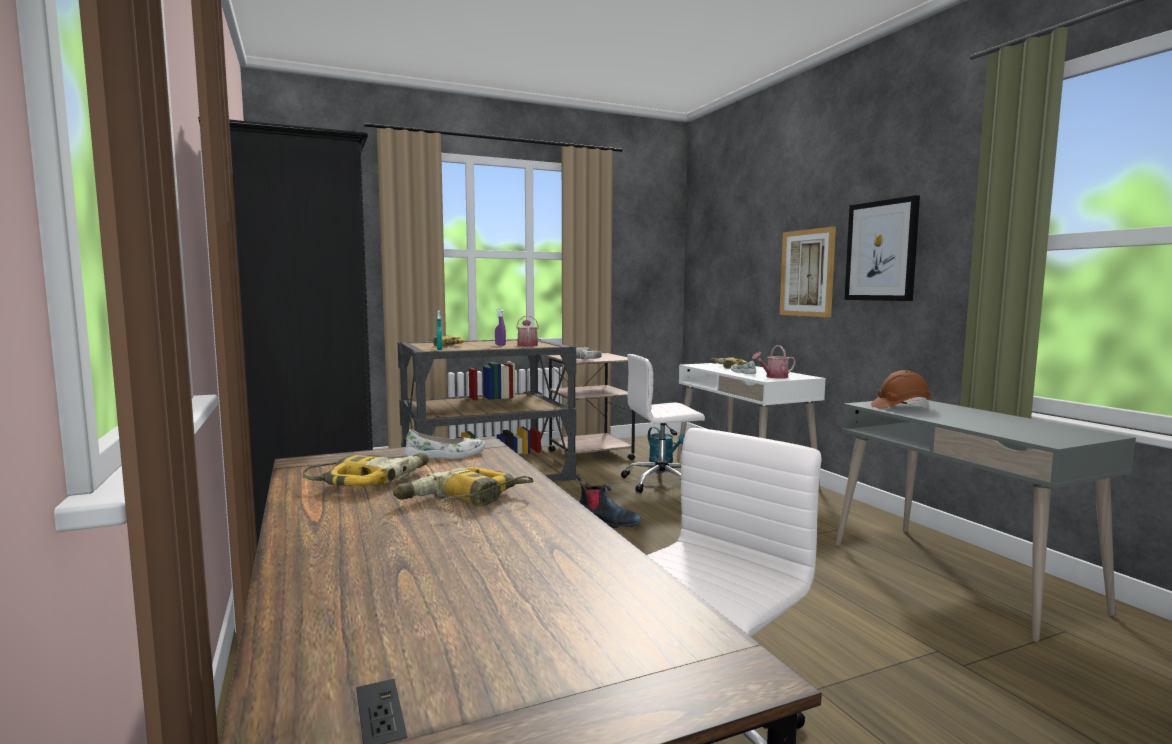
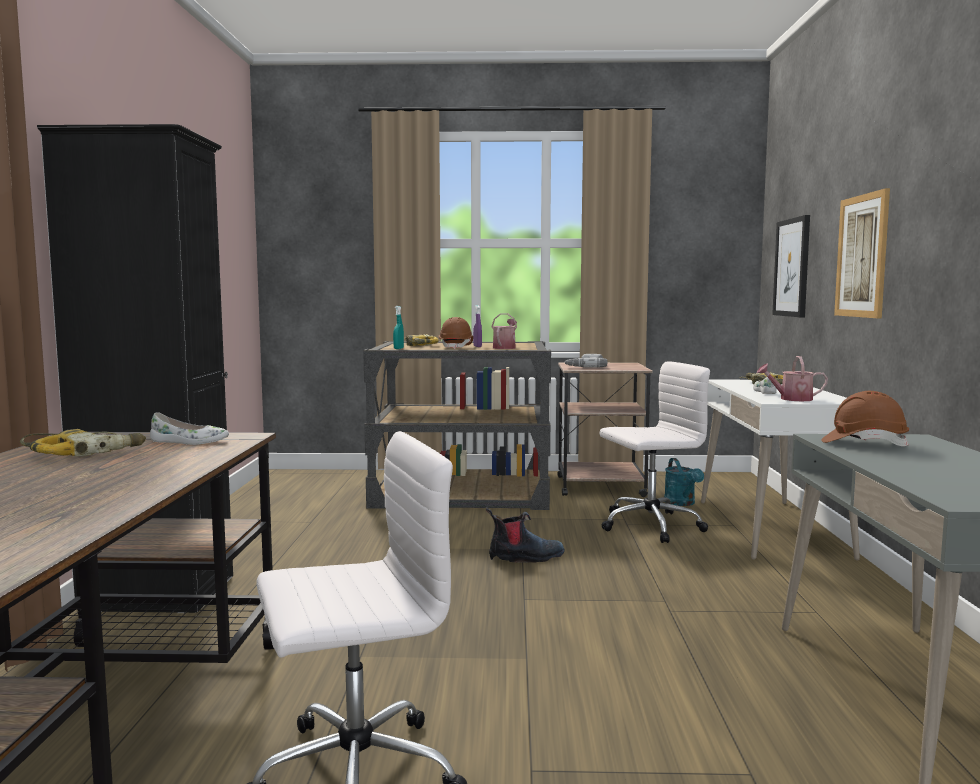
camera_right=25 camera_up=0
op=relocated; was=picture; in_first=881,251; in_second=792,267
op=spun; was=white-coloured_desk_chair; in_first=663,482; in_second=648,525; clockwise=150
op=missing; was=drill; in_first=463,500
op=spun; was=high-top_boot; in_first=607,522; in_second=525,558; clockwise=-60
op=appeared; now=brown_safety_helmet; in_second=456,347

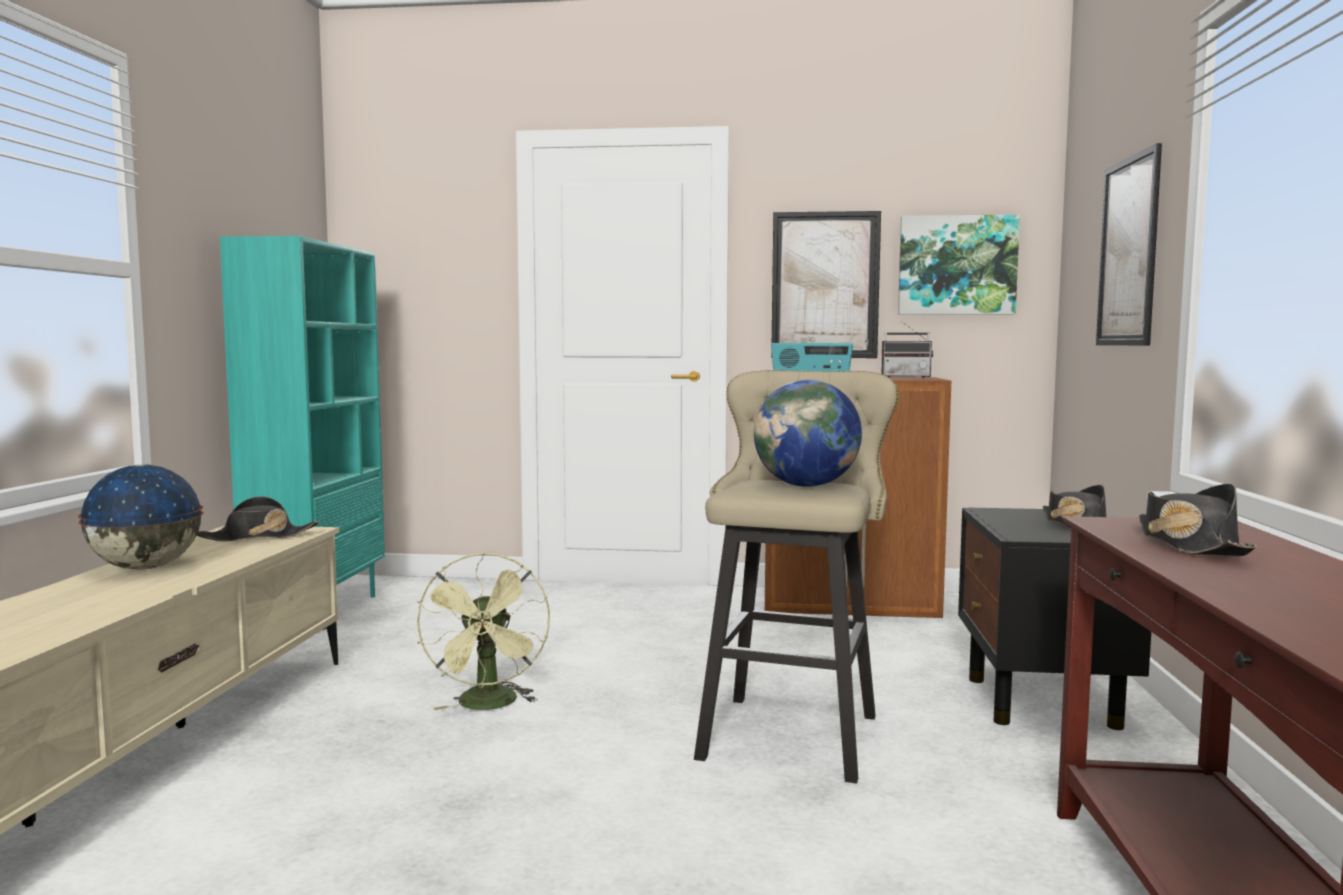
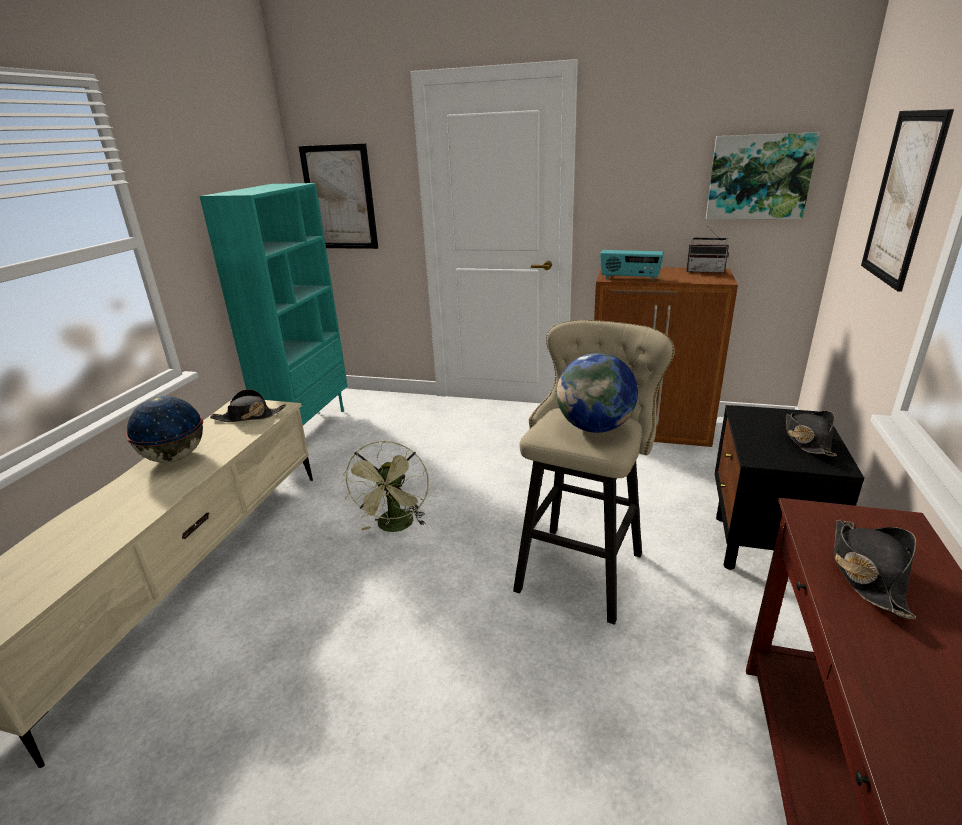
camera_right=10 camera_up=20
op=relocated; was=picture; in_first=825,285; in_second=339,198

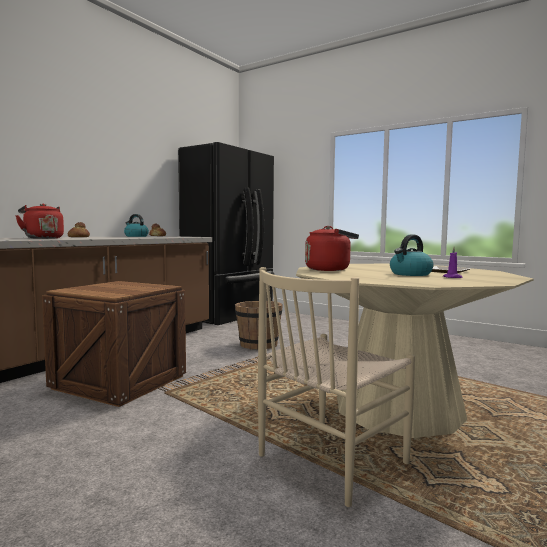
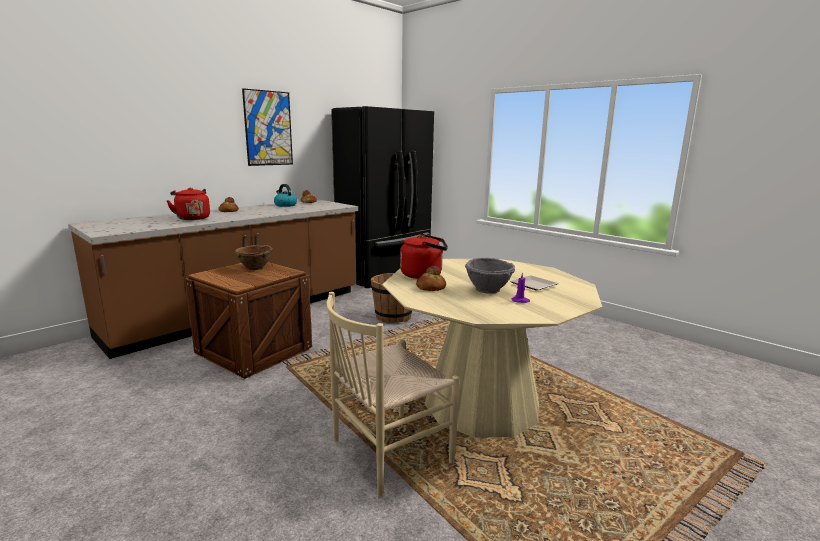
camera_right=10 camera_up=10
op=exchanged; was=tea_kettle; now=gray_bowl; in_first=410,274; in_second=488,290
op=appeared; now=picture; in_second=268,128
op=appeared; now=brown_bowl; in_second=255,268
op=appeared; now=bread; in_second=430,288

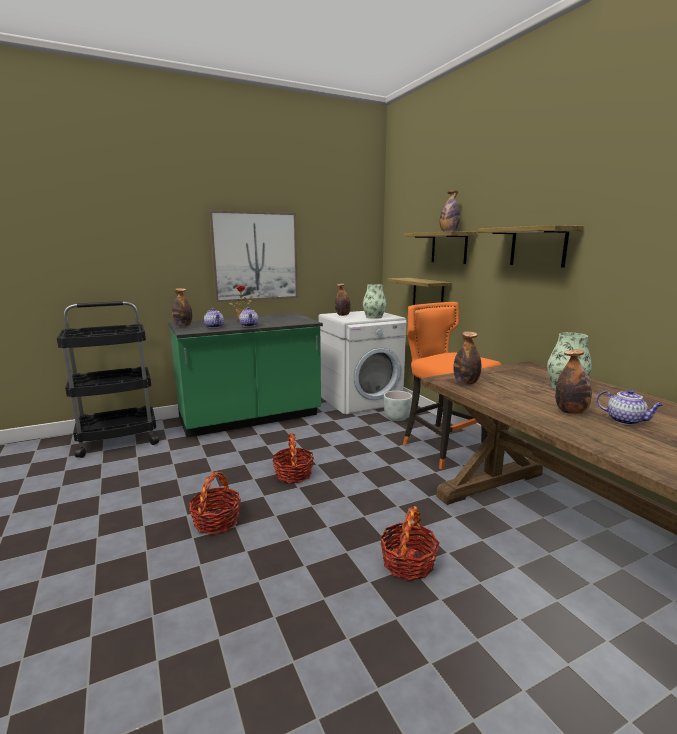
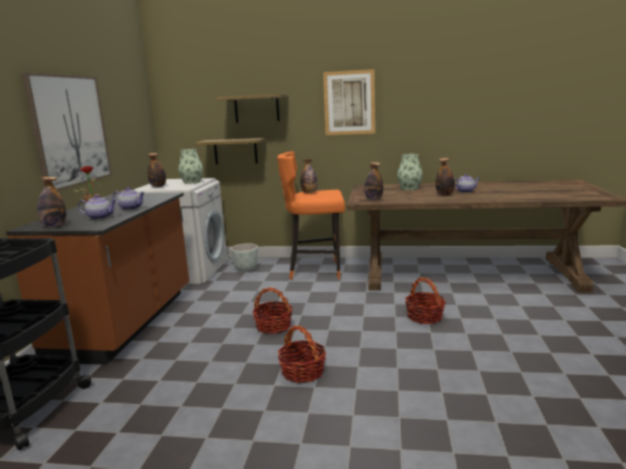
camera_right=-55 camera_up=0
op=relocated; was=drink_bottle; in_first=448,231; in_second=309,192
op=exchanged; was=shelf; now=picture; in_first=538,247; in_second=349,103
op=colour; was=green_kitchen_base_unit; now=brown_kitchen_base_unit; in_first=250,418; in_second=126,323

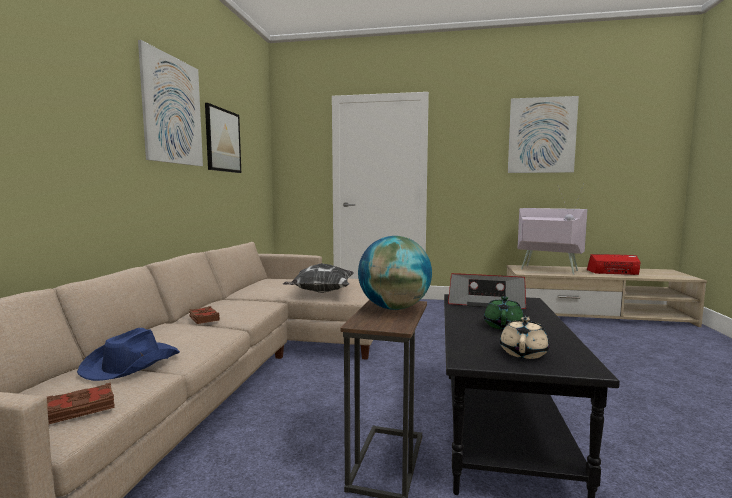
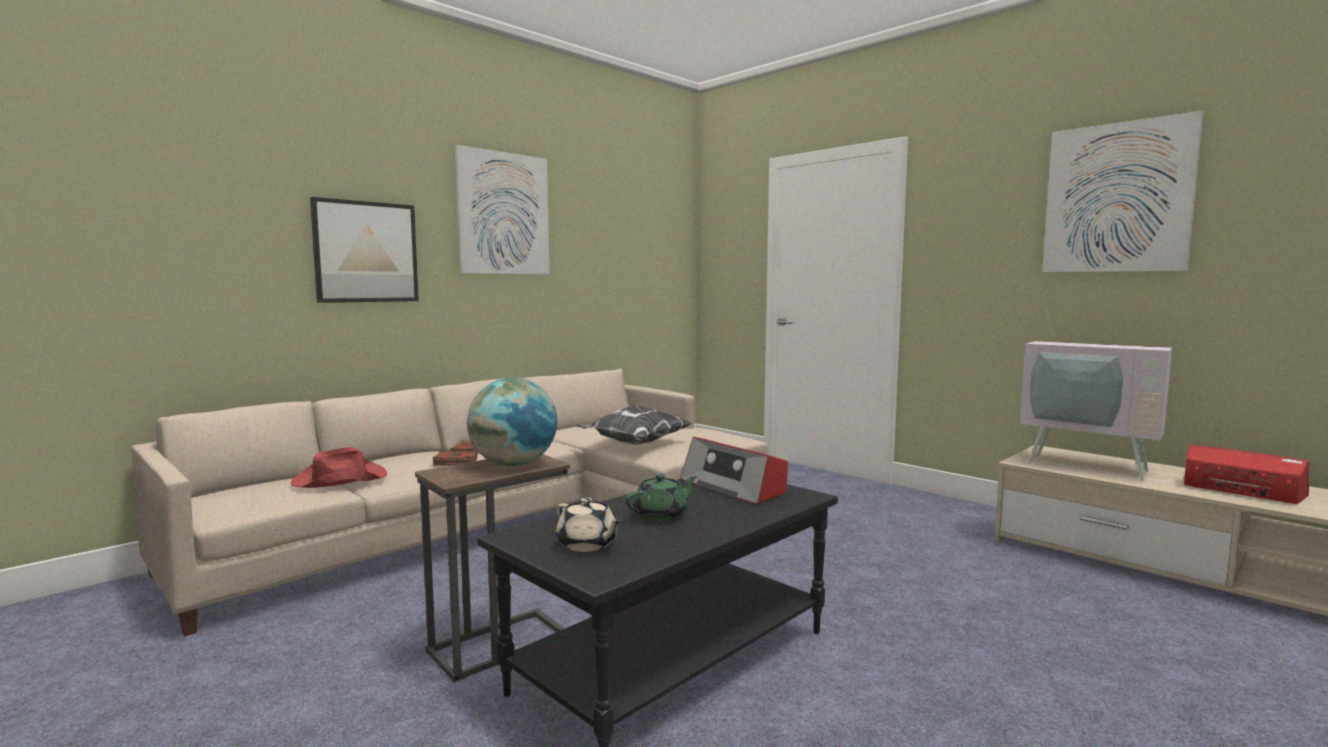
camera_right=35 camera_up=0
op=relocated; was=picture; in_first=223,140; in_second=366,252
op=spun; was=TV_set; in_first=547,270; in_second=1088,465; clockwise=150
op=spun; was=beige_teapot; in_first=524,352; in_second=587,545; clockwise=75
op=colour; was=blue-coloured_clothing_hat; now=reddish_clothing_hat; in_first=130,364; in_second=339,479
op=relocated; was=brown_bound_book; in_first=81,409; in_second=455,463

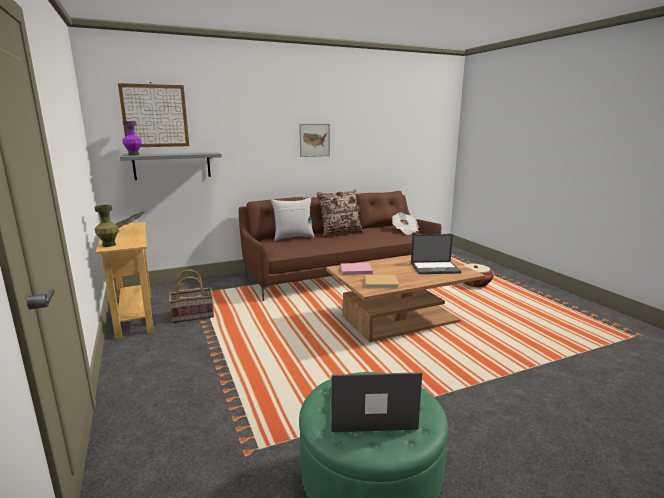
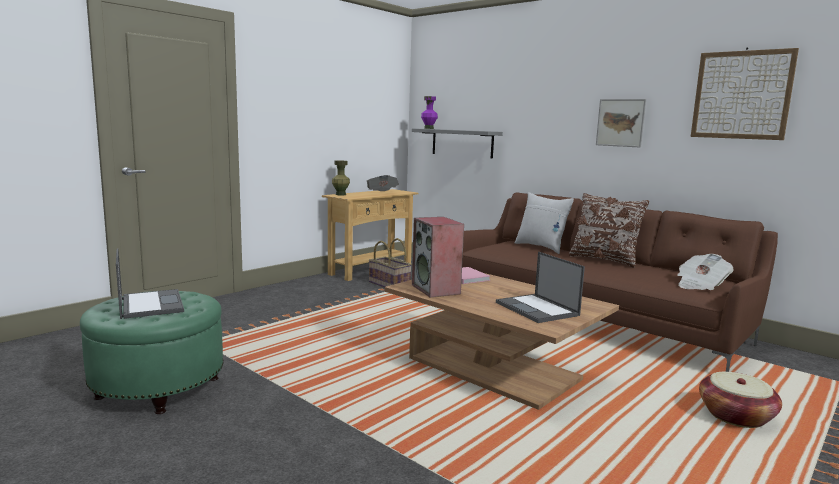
camera_right=65 camera_up=-5
op=relocated; was=picture; in_first=155,115; in_second=741,93
op=exchanged; was=beige_bound_book; now=audio_speaker; in_first=382,283; in_second=436,289

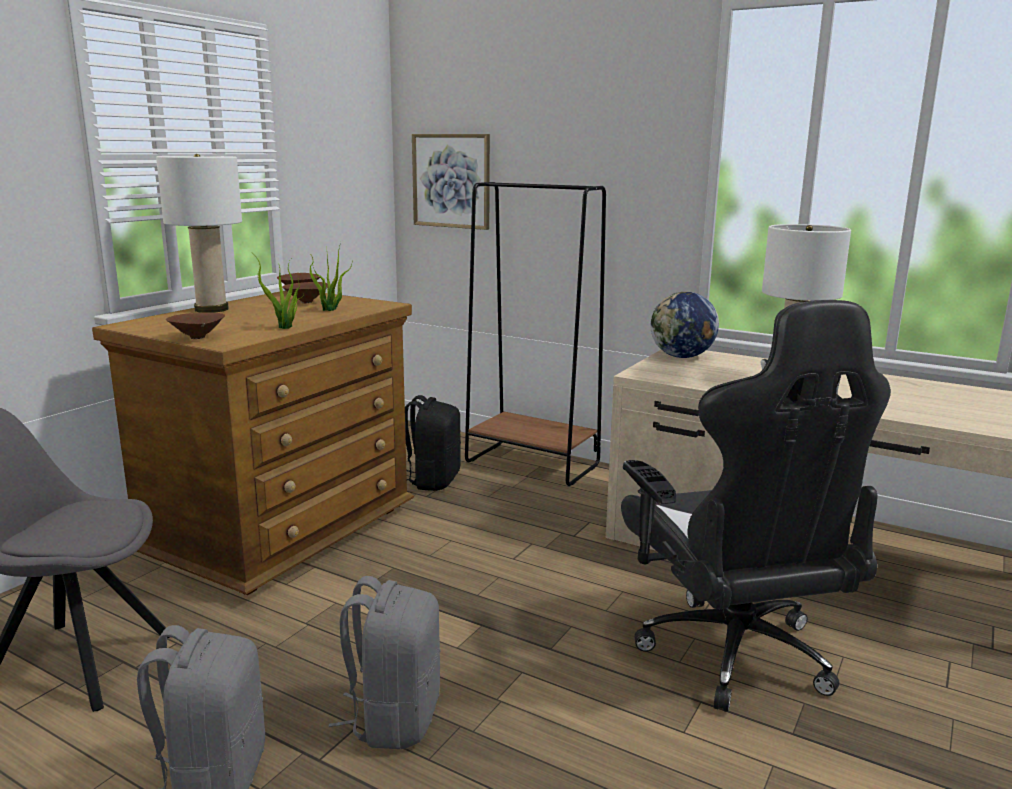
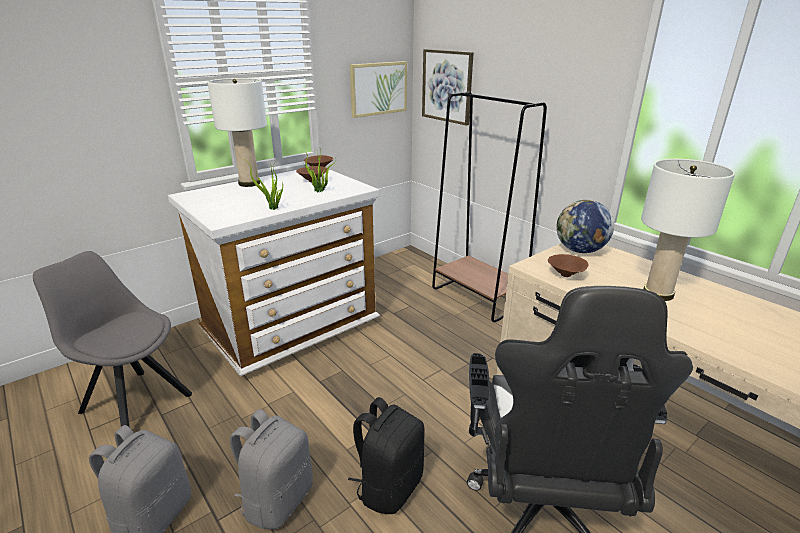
camera_right=20 camera_up=10
op=colour; was=brown_dresser; now=white-coloured_dresser; in_first=282,532; in_second=292,327
op=relocated; was=brown_bowl; in_first=197,338; in_second=566,275
op=relocated; was=black-coloured_knapsack; in_first=432,480; in_second=389,486
op=appeared; now=picture; in_second=378,88

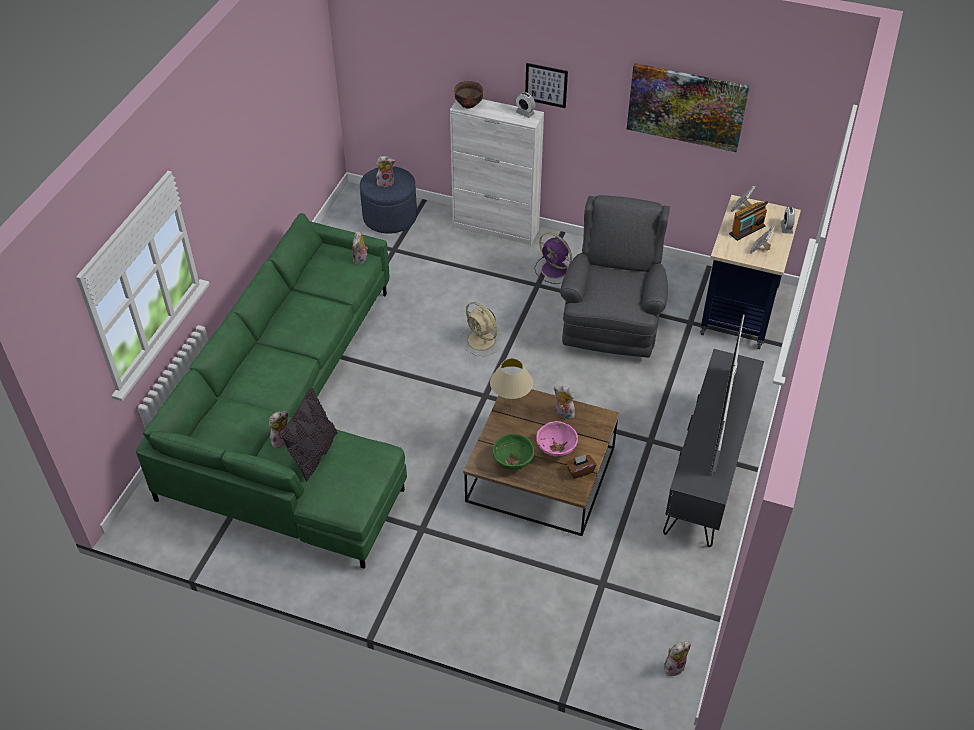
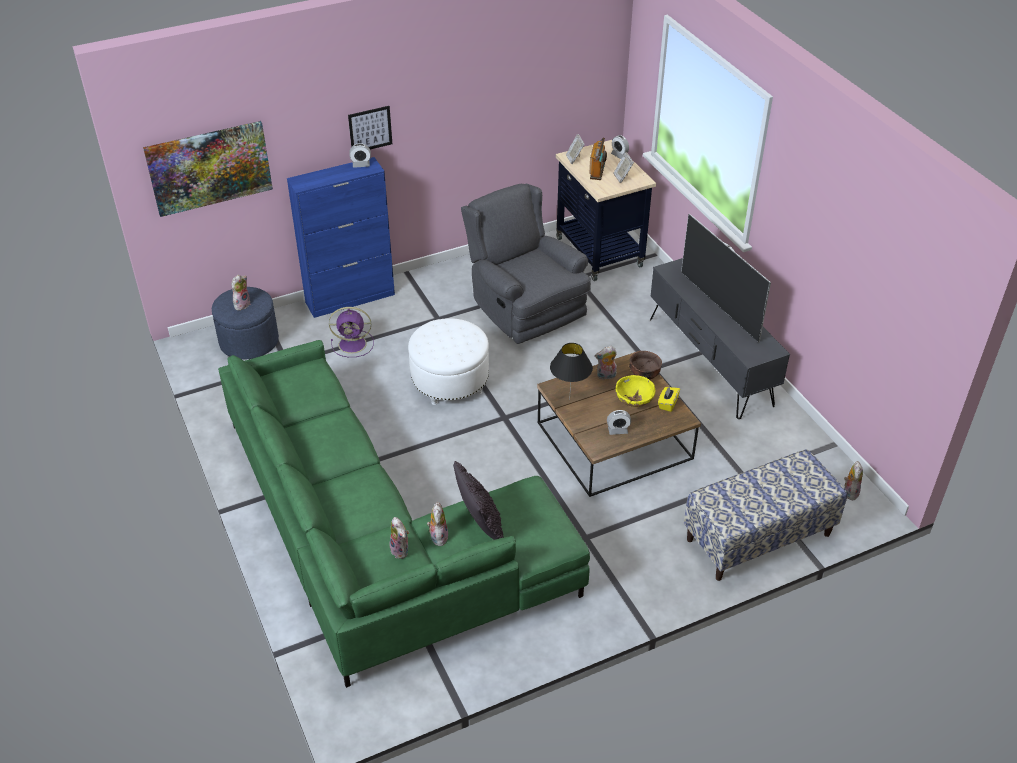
camera_right=-45 camera_up=-5
op=relocated; was=picture; in_first=686,107; in_second=209,168
op=relocated; was=brown_bowl; in_first=468,104; in_second=643,375
op=colour; was=white-coloured_storage_cabinet; now=blue-coloured_storage_cabinet; in_first=496,228; in_second=350,298
op=relocated; was=soft_toy; in_first=361,260; in_second=401,550
op=relocated; was=purple_fan; in_first=555,270; in_second=353,344
op=exchanged; was=beige_fan; now=white-coloured_footrest; in_first=482,341; in_second=450,382
op=colour; was=beige_tabletop_lamp; now=black-coloured_tabletop_lamp; in_first=510,411; in_second=569,400
op=colour; was=pink-coloured_bowl; now=yellow-coloured_bowl; in_first=556,449; in_second=634,402
op=exchanged; was=green_bowl; now=table_clock; in_first=513,462; in_second=618,430
op=colour; was=brown_box_of_tissues; now=yellow-coloured_box_of_tissues; in_first=580,471; in_second=667,404
op=appeared; now=indoor_bench; in_second=758,537

